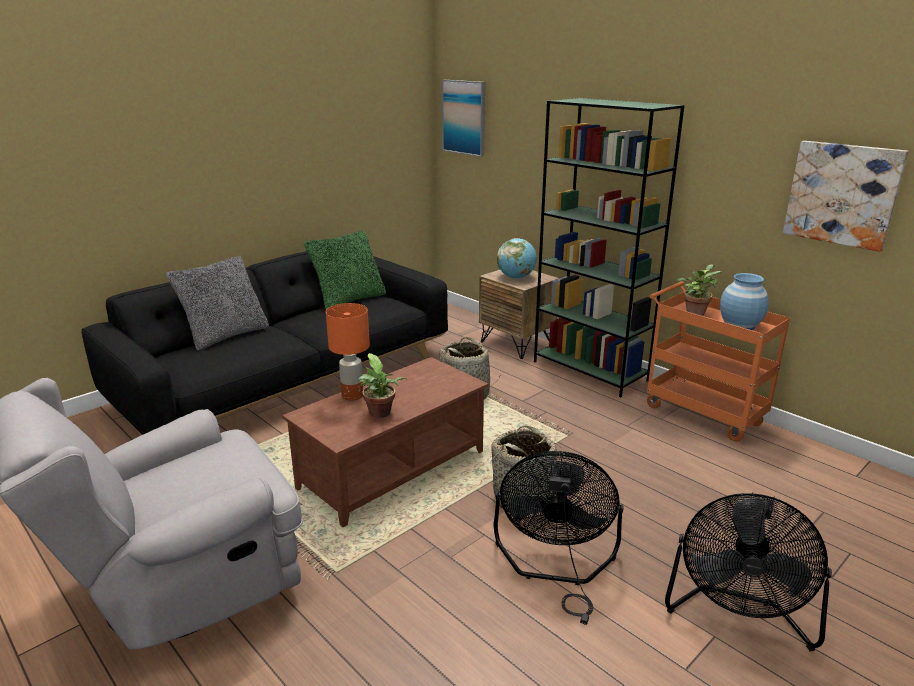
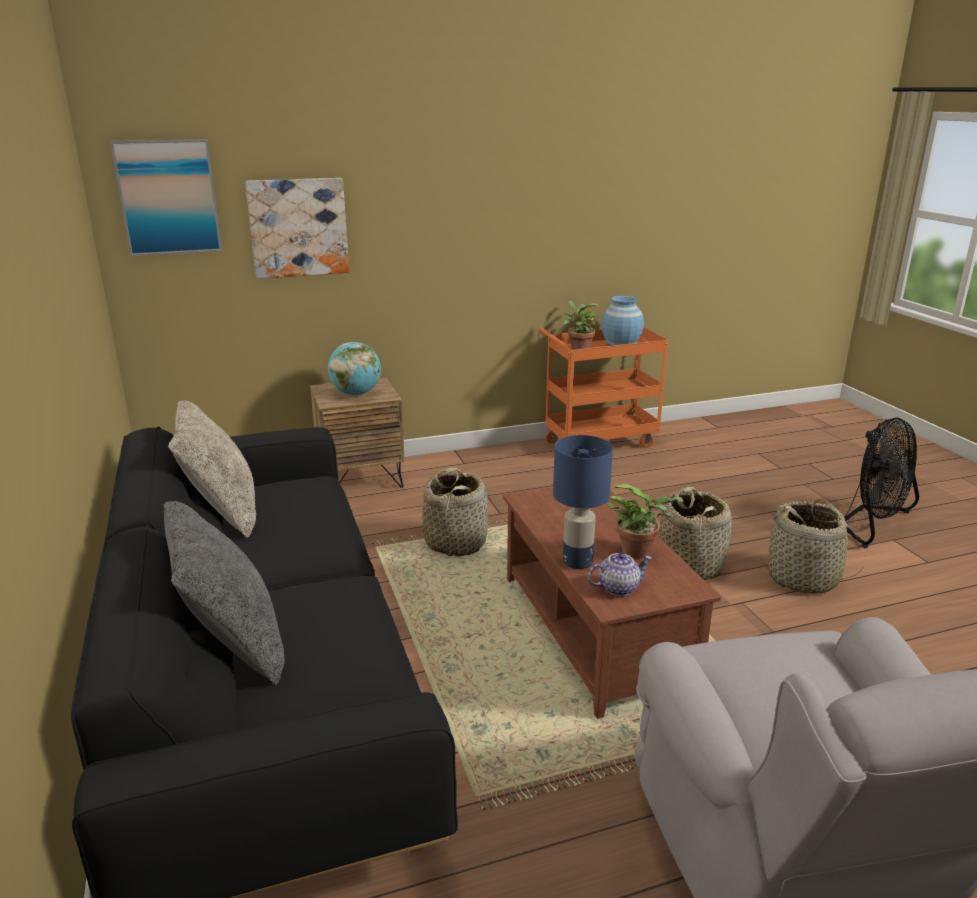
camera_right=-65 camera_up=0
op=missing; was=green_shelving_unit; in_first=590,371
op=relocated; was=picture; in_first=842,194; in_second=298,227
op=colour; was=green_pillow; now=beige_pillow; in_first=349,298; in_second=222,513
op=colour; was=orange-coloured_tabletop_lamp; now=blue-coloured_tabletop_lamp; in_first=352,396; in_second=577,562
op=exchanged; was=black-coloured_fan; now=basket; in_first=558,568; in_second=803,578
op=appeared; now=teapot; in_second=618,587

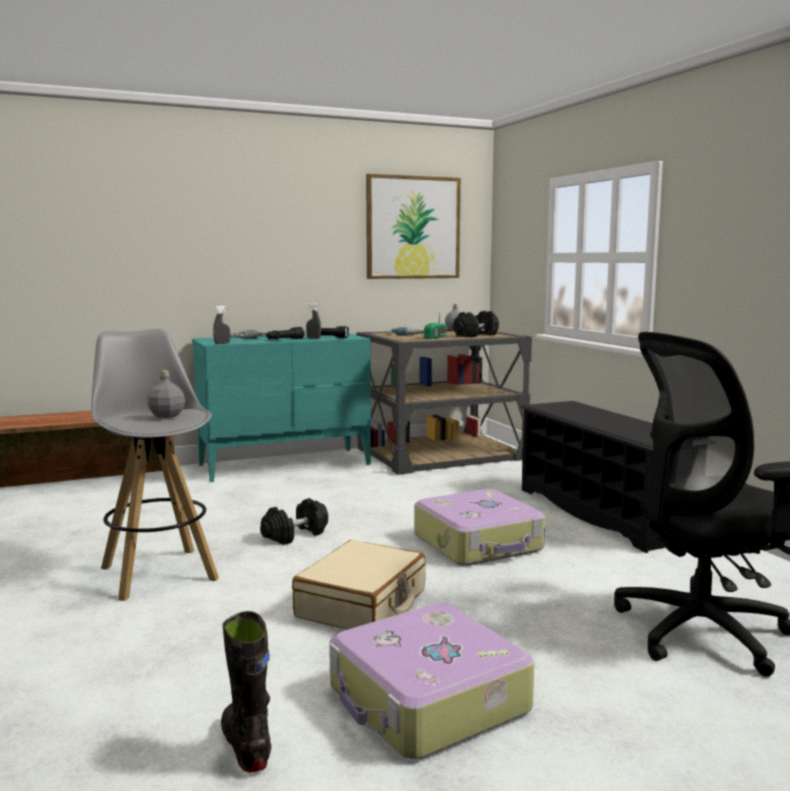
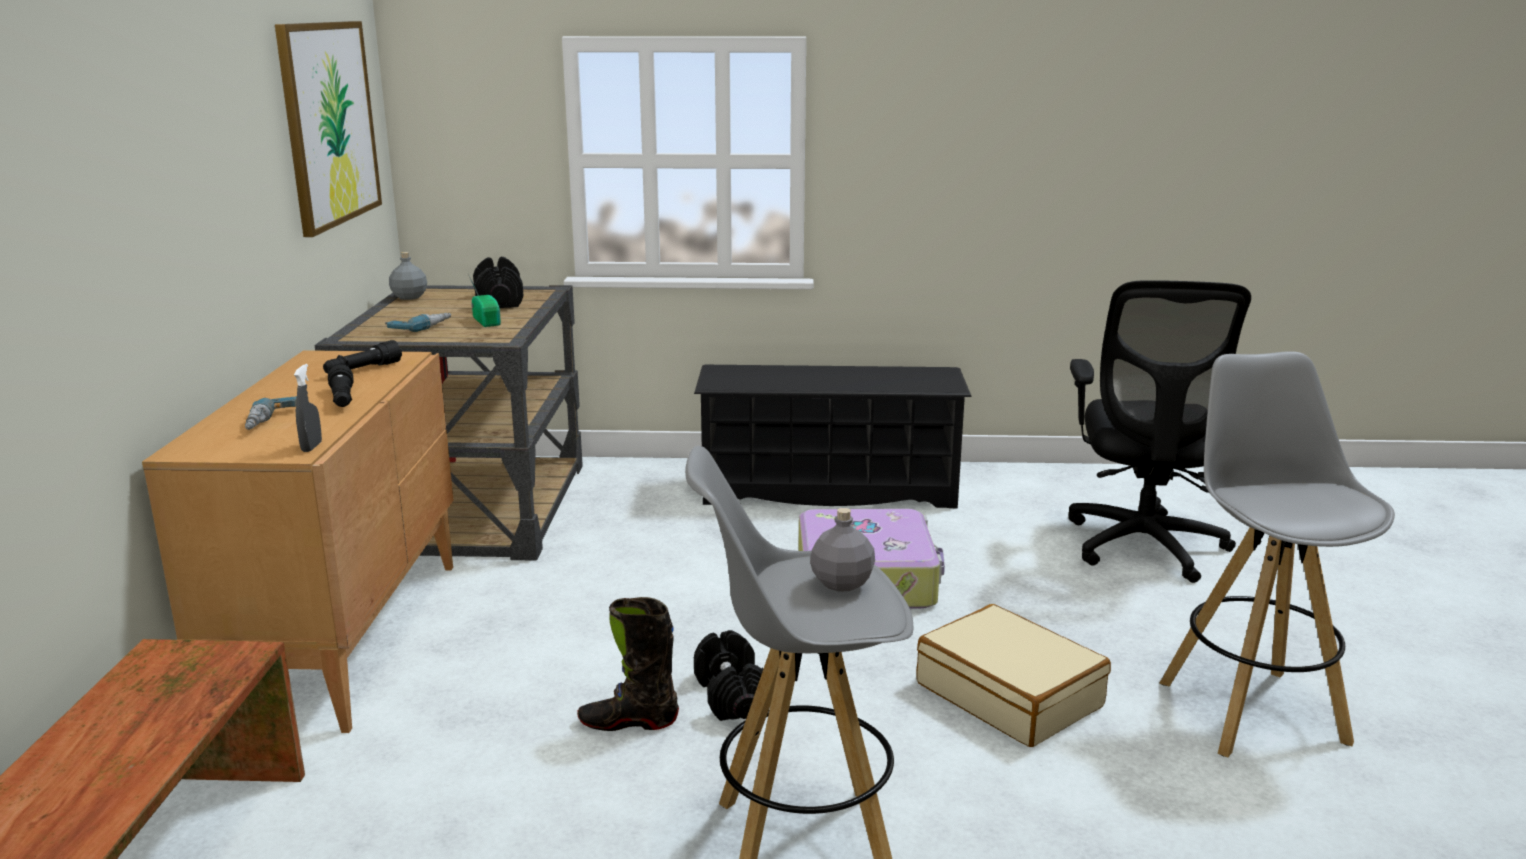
camera_right=-65 camera_up=10
op=missing; was=gray_spray_bottle; in_first=313,338
op=colour; was=turquoise_storage_cabinet; now=brown_storage_cabinet; in_first=285,464; in_second=344,638
op=exchanged; was=suitcase; now=gray_stool_seat; in_first=427,701; in_second=1251,709
op=relocated; was=black-coloured_high-top_boot; in_first=246,746; in_second=628,722

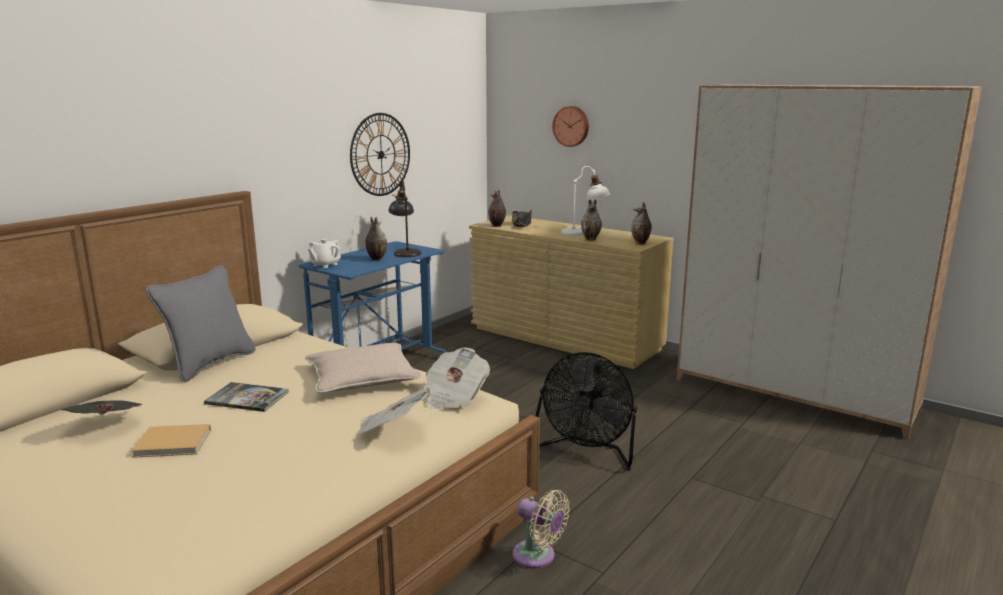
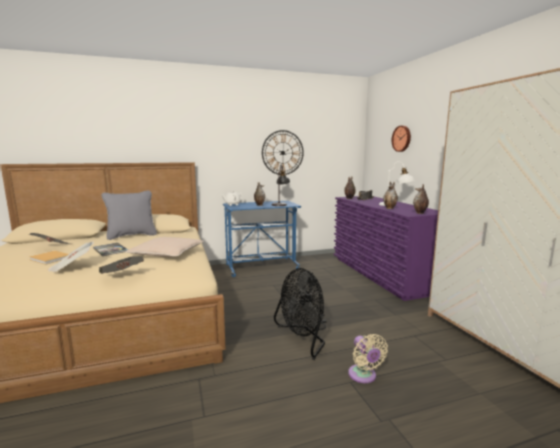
camera_right=35 camera_up=-5
op=colour; was=beige_dresser; now=purple_dresser; in_first=565,339; in_second=381,274
op=relocated; was=printed_paper; in_first=454,396; in_second=72,268
op=relocated; was=beige_fan; in_first=537,557; in_second=363,376

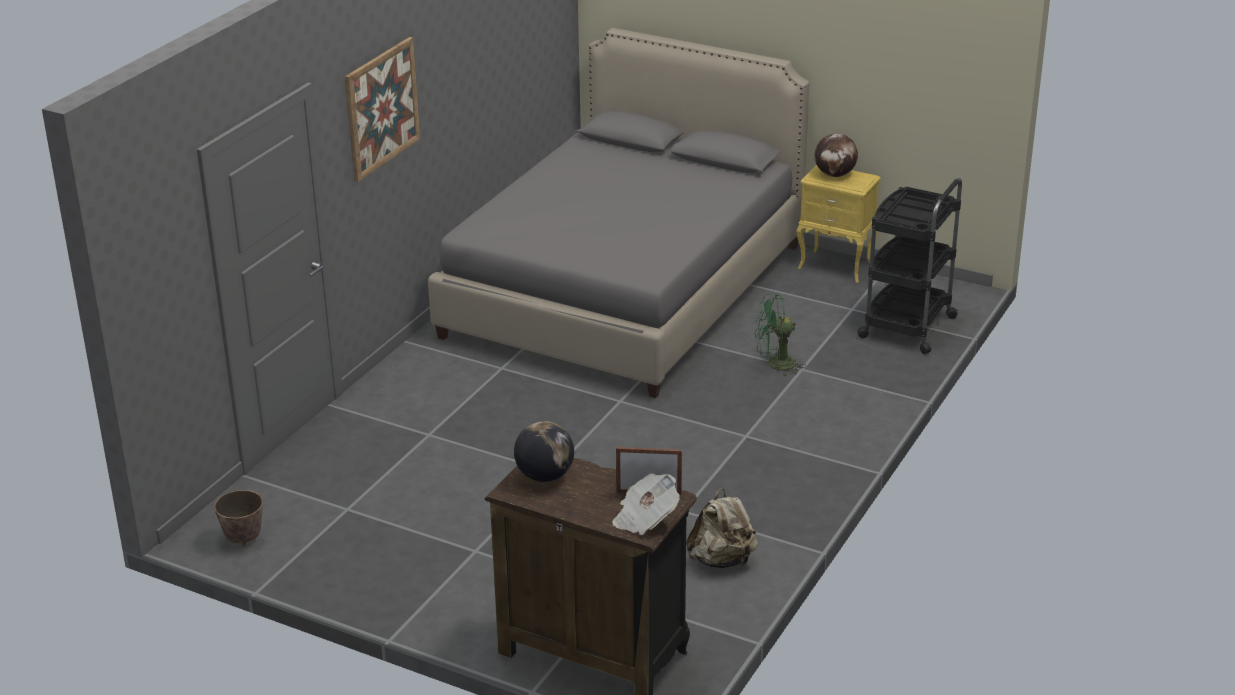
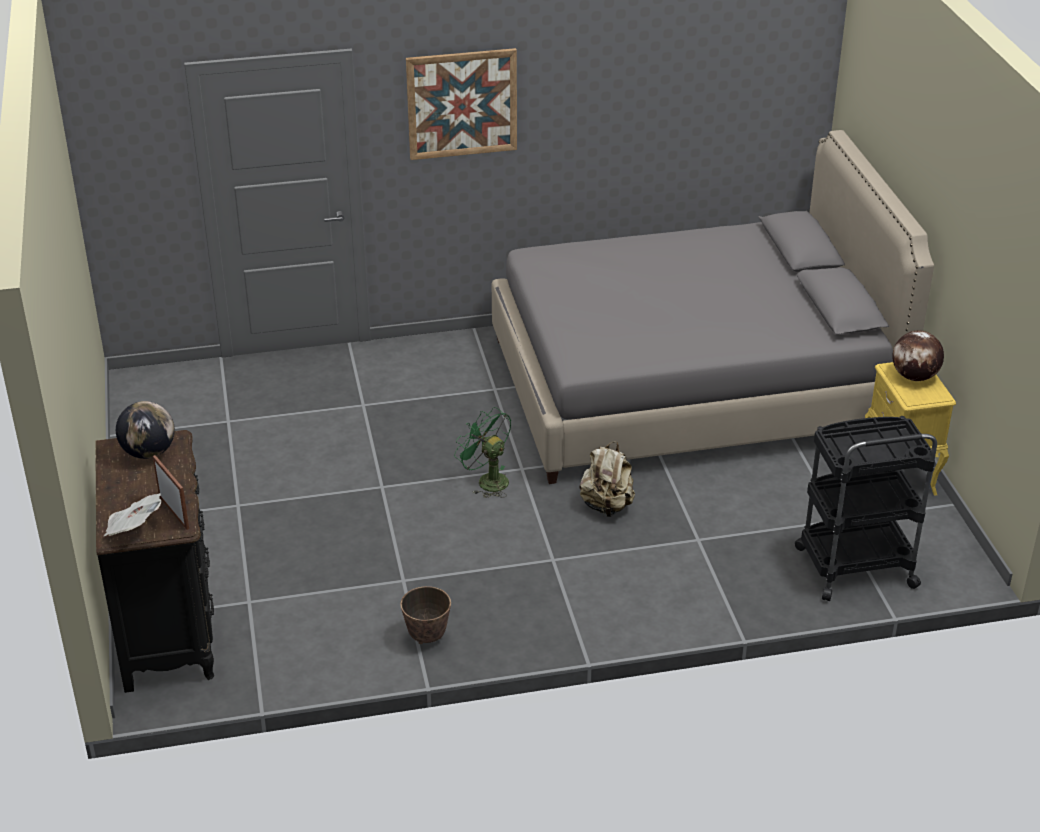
camera_right=50 camera_up=5
op=relocated; was=green_fan; in_first=775,365; in_second=487,480
op=relocated; was=beige_knapsack; in_first=722,560; in_second=607,506
op=relocated; was=planter; in_first=243,539; in_second=427,637

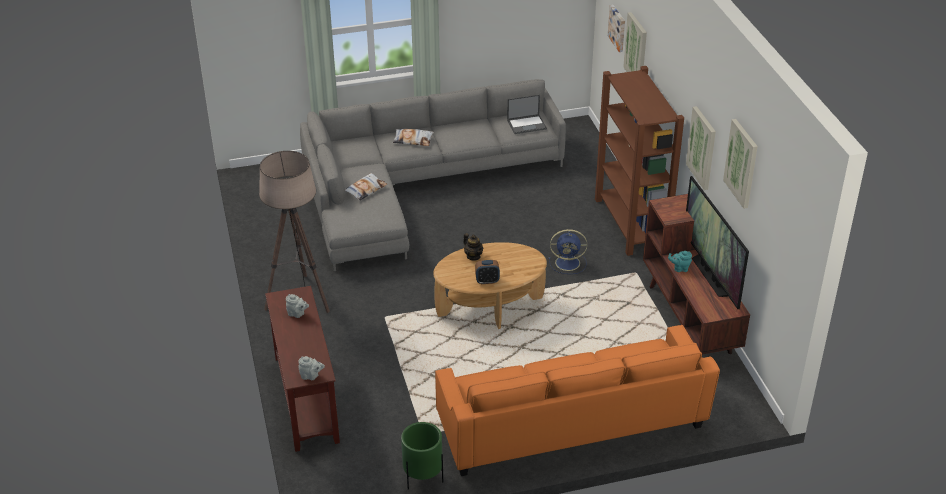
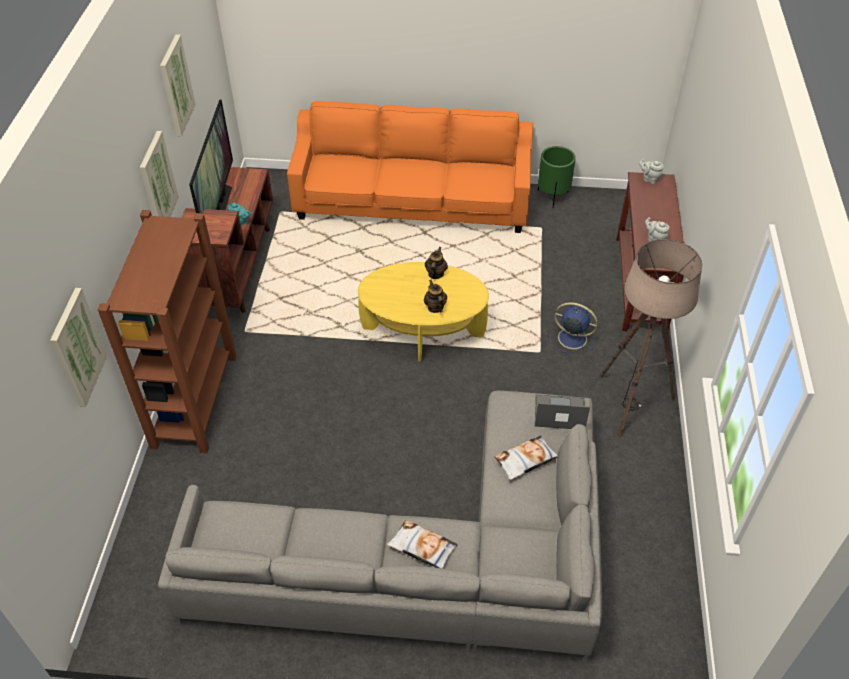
camera_right=-160 camera_up=10
op=missing; was=picture; in_first=618,28
op=relocated; was=notebook_computer; in_first=527,124; in_second=559,413
op=relocated; was=blue-coloured_fan; in_first=568,263; in_second=571,338
op=colour; was=brown_lounge_table; now=yellow-coloured_lounge_table; in_first=490,307; in_second=423,333
op=exchanged; was=table_clock; now=teapot; in_first=487,281; in_second=435,274

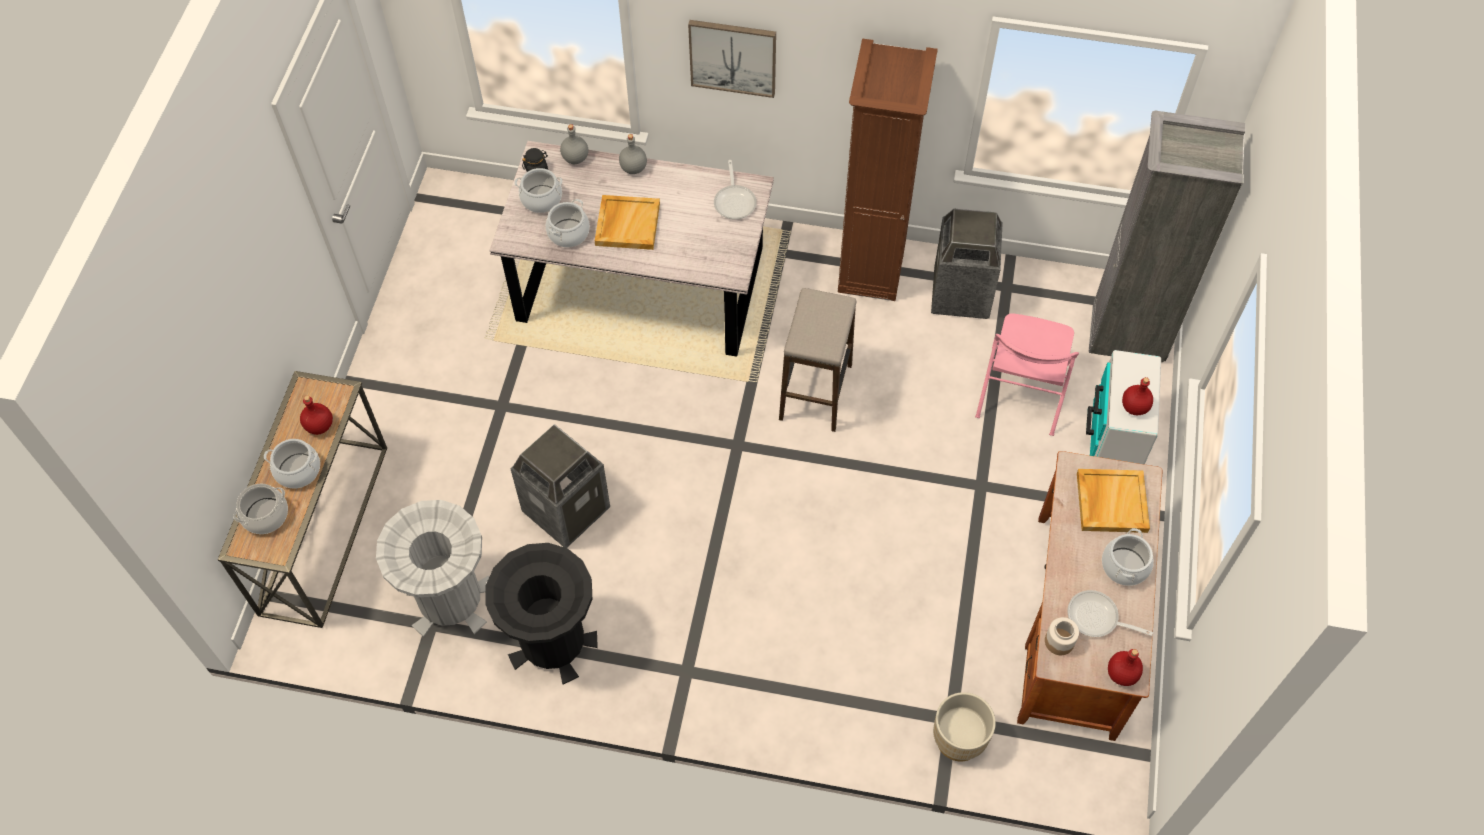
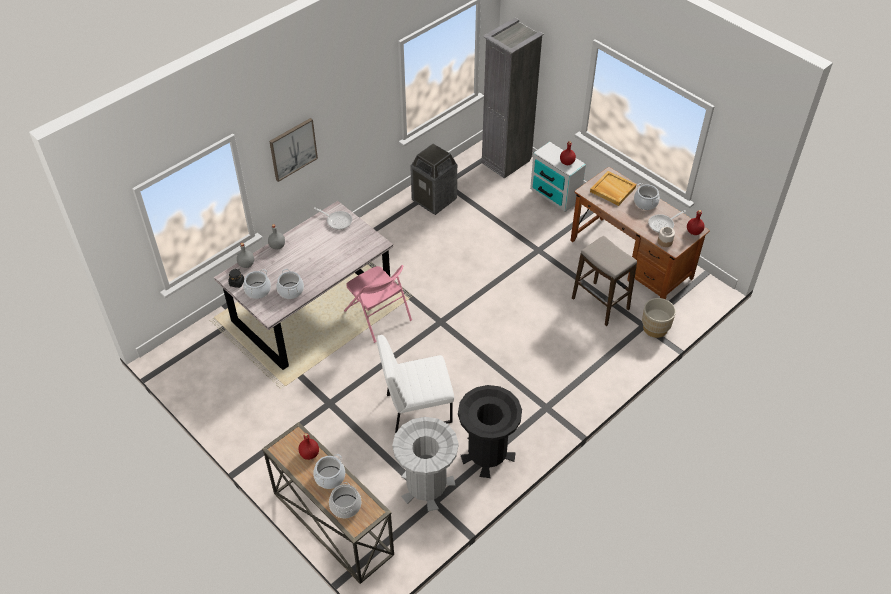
camera_right=-55 camera_up=-10
op=missing; was=brown_storage_cabinet; in_first=872,269
op=missing; was=beige_carrying_tray; in_first=627,224
op=relocated; was=stool_seat; in_first=815,392; in_second=600,304
op=relocated; was=pink-coloured_plain_chair; in_first=1021,390; in_second=377,316
op=exchanged; was=rubbish_bin; now=white-coloured_plain_chair; in_first=566,510; in_second=416,408

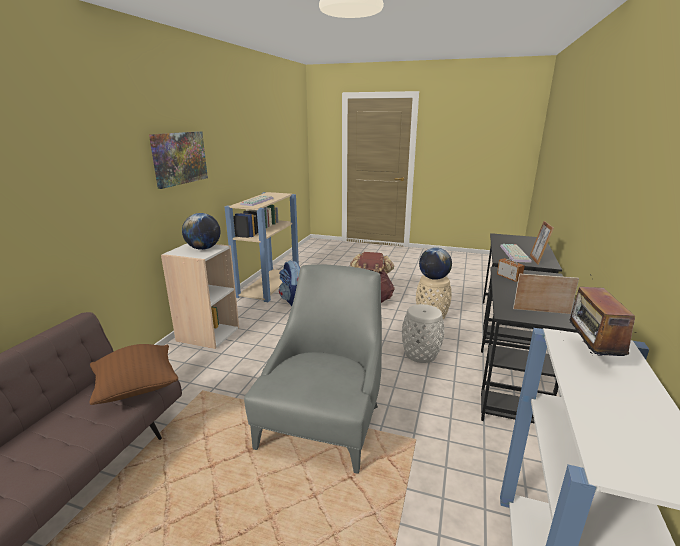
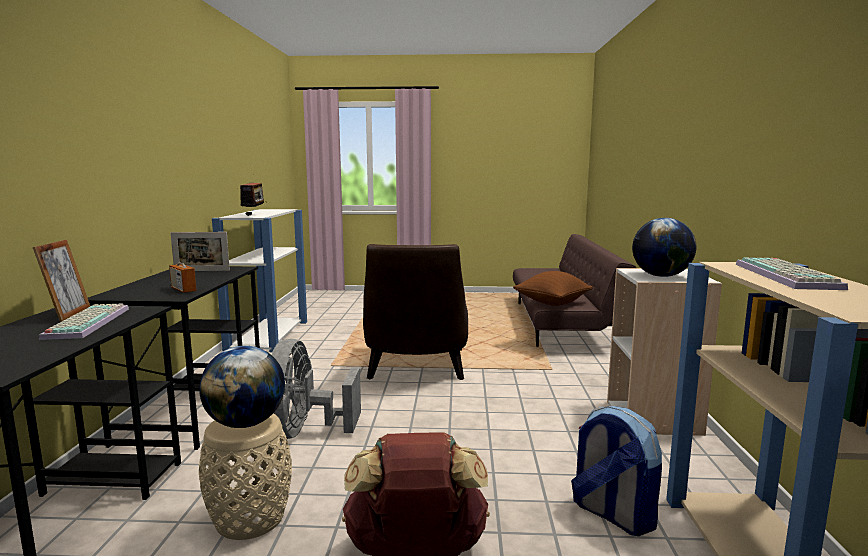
camera_right=165 camera_up=-10
op=missing; was=picture; in_first=179,158
op=colour; was=gray_lounge_chair; now=brown_lounge_chair; in_first=324,417; in_second=416,368
op=exchanged; was=white-coloured_stool_seat; now=gray_fan; in_first=420,354; in_second=305,431

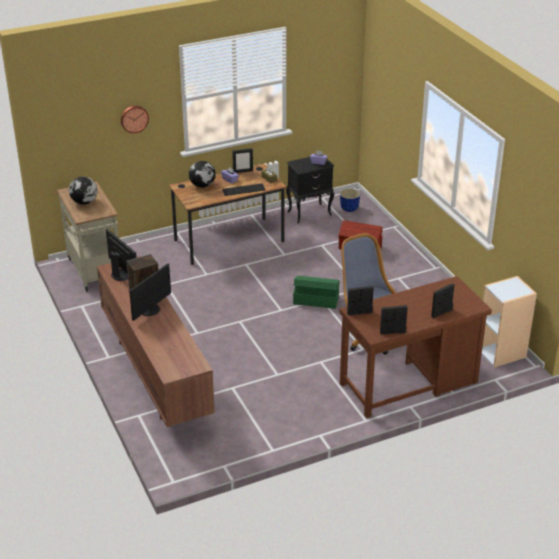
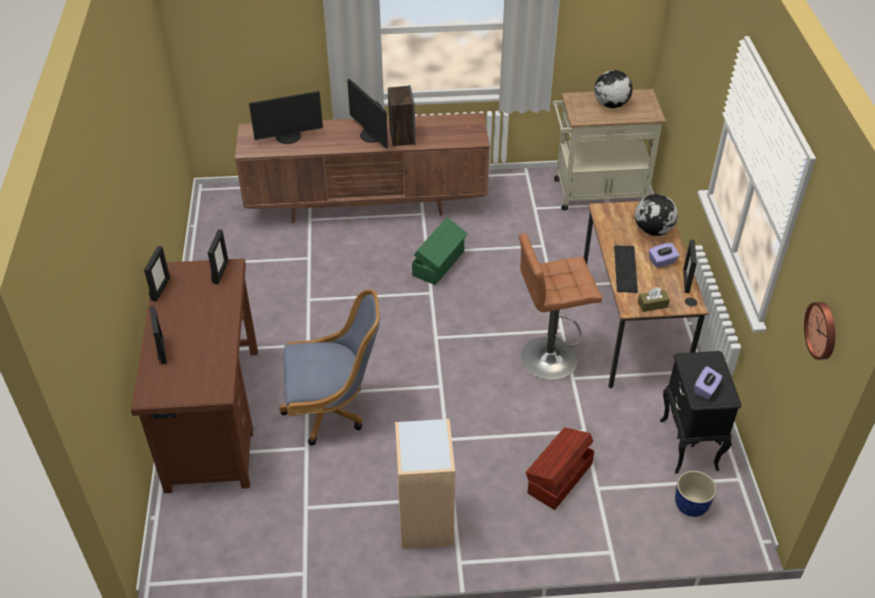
camera_right=110 camera_up=10
op=relocated; was=clock_on_the_wall; in_first=134,118; in_second=822,330
op=relocated; was=computer_screen; in_first=122,274; in_second=288,137
op=relocated; was=green_storage_box; in_first=315,300; in_second=439,263
op=relocated; was=shelving_unit; in_first=502,353; in_second=425,522
op=appeared; now=brown_stool_seat; in_second=548,358

